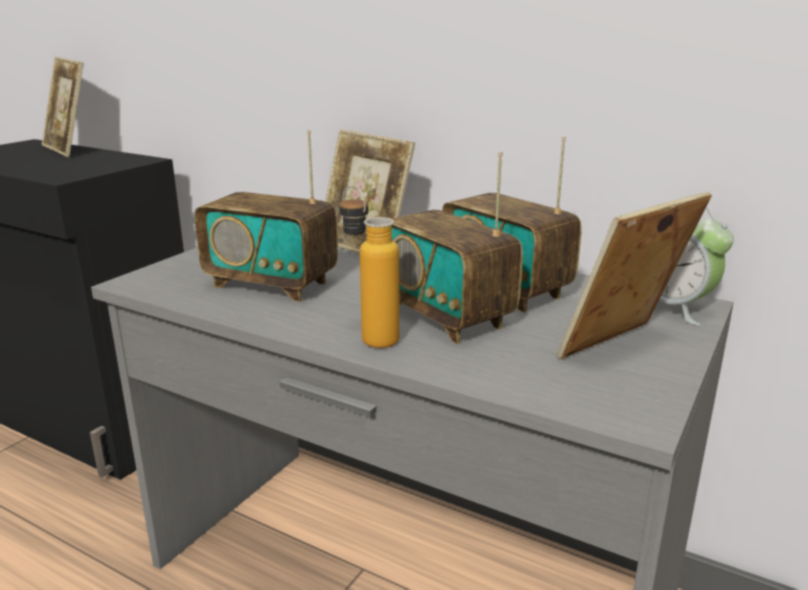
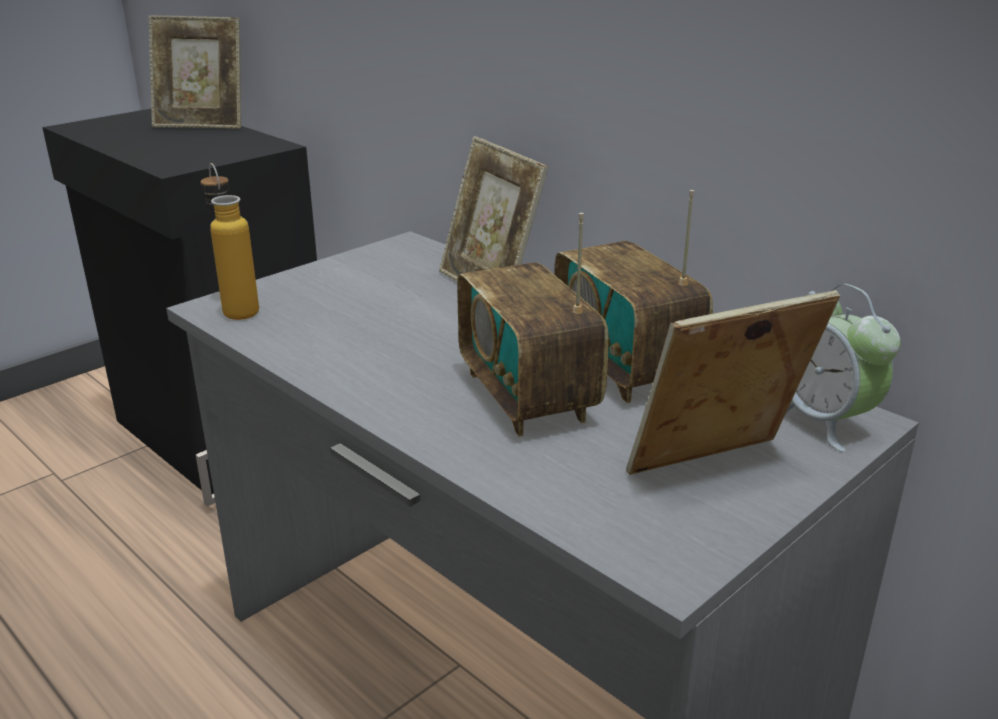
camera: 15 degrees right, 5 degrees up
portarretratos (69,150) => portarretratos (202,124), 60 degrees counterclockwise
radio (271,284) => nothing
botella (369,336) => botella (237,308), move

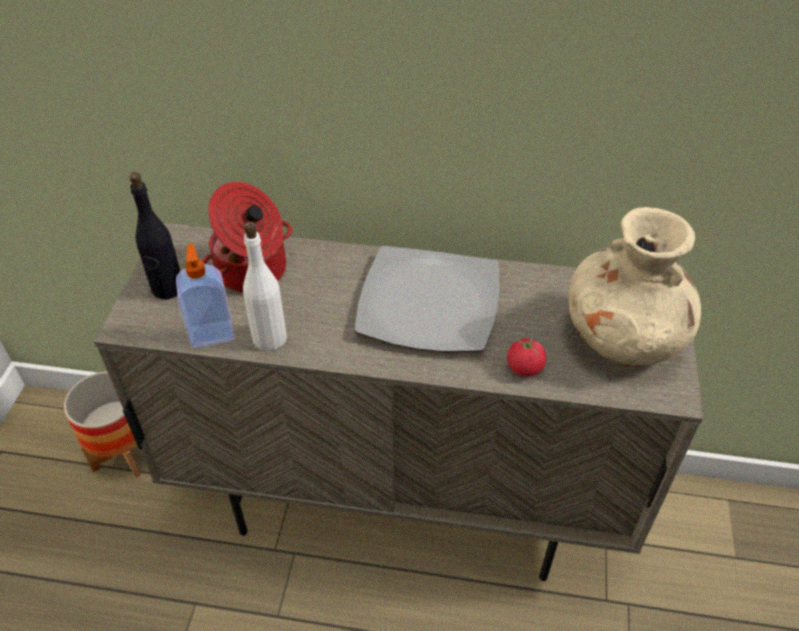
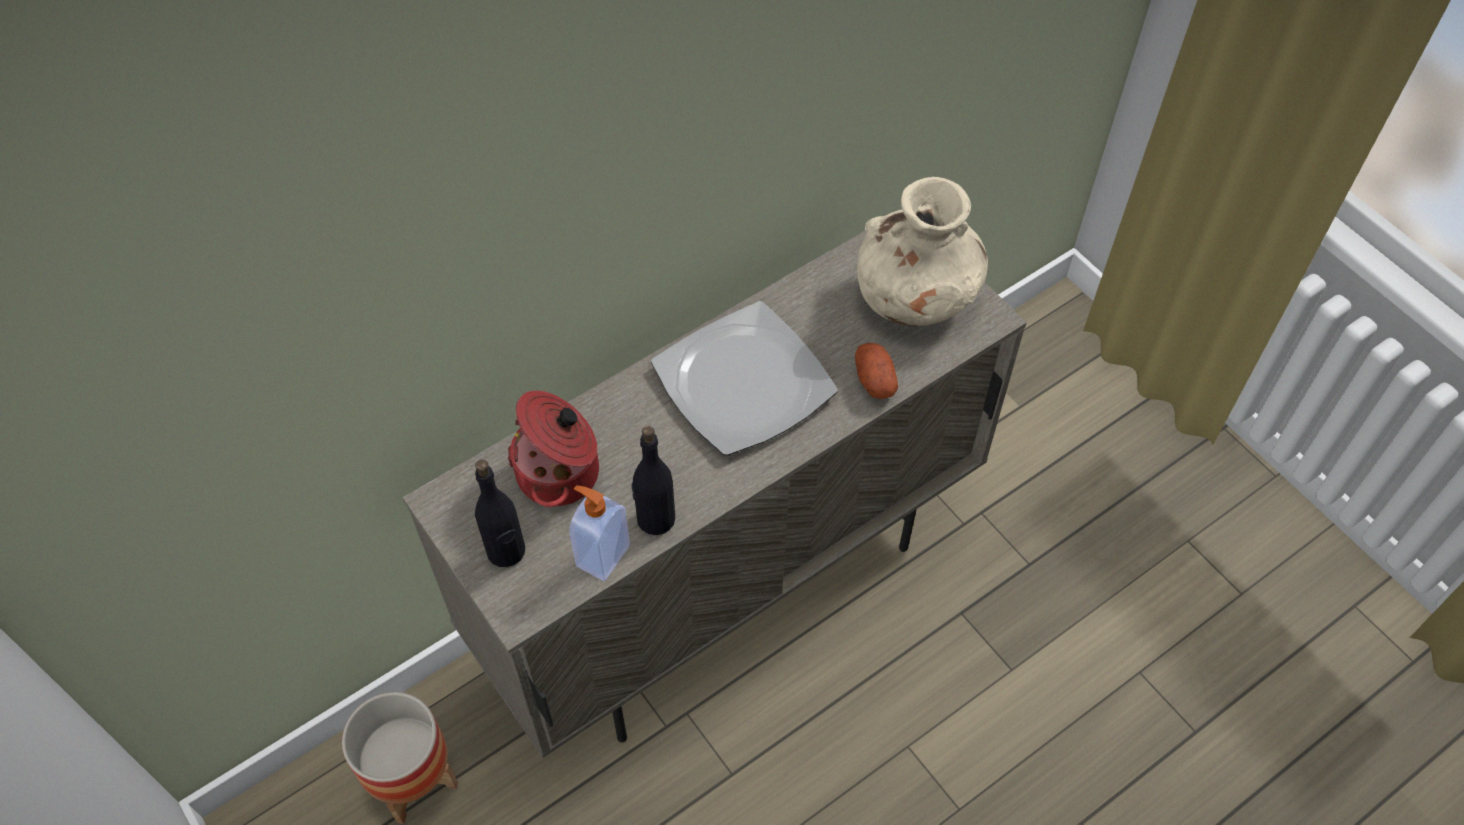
camera: 45 degrees left, 10 degrees up
botella [blanco] (269,338) => botella [negro] (655,519)
tomate (524,367) => patata (874,380)

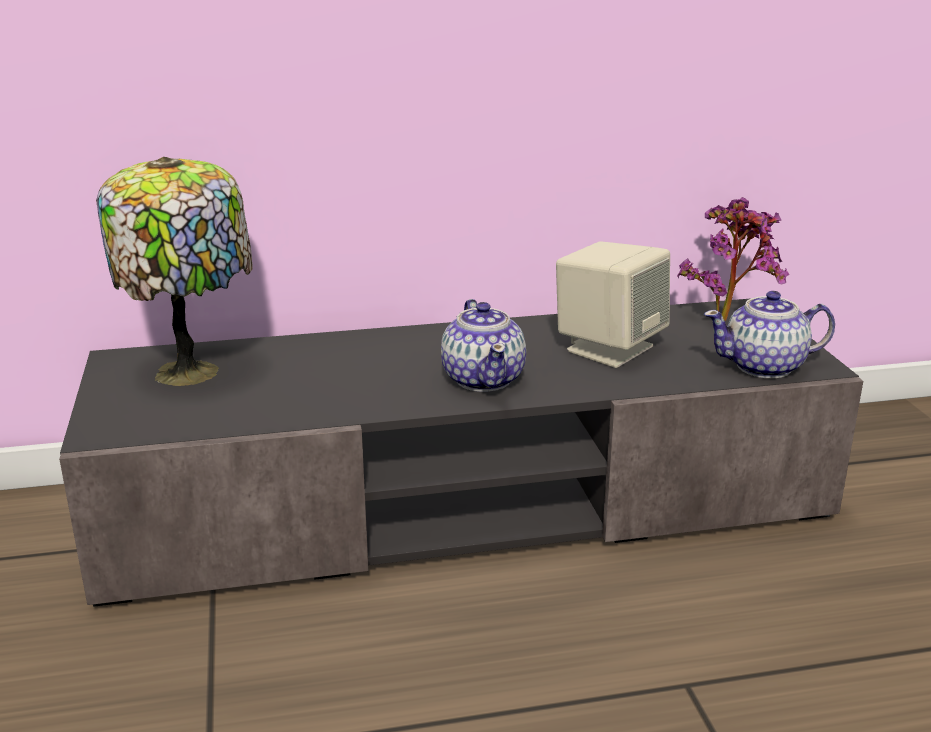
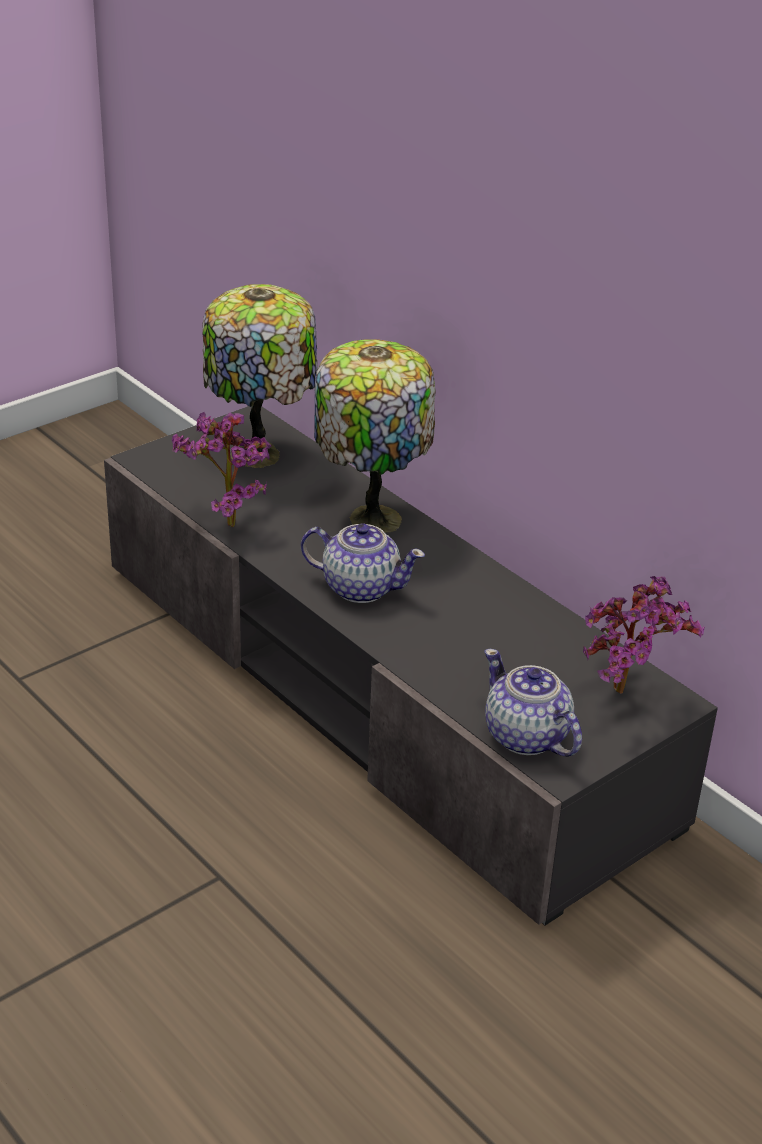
camera: 60 degrees right, 10 degrees up
tetera (484,379) => tetera (360,587), 120 degrees counterclockwise
altavoz [beis] (609,348) => nothing
nothing => planta en maceta (224,521)
nothing => lámpara de mesa (371,517)

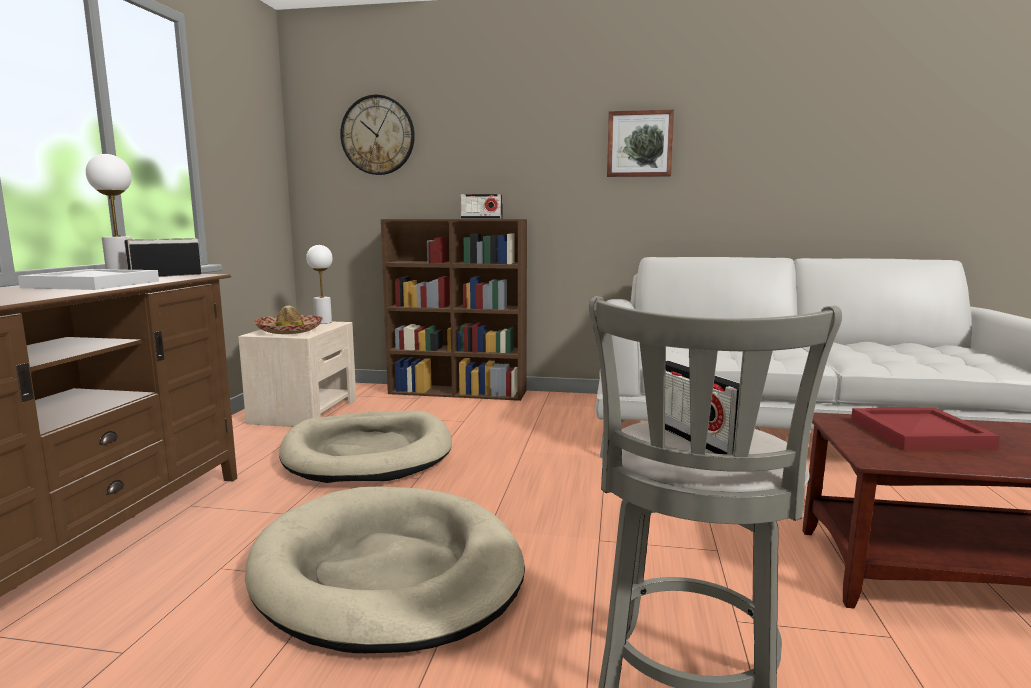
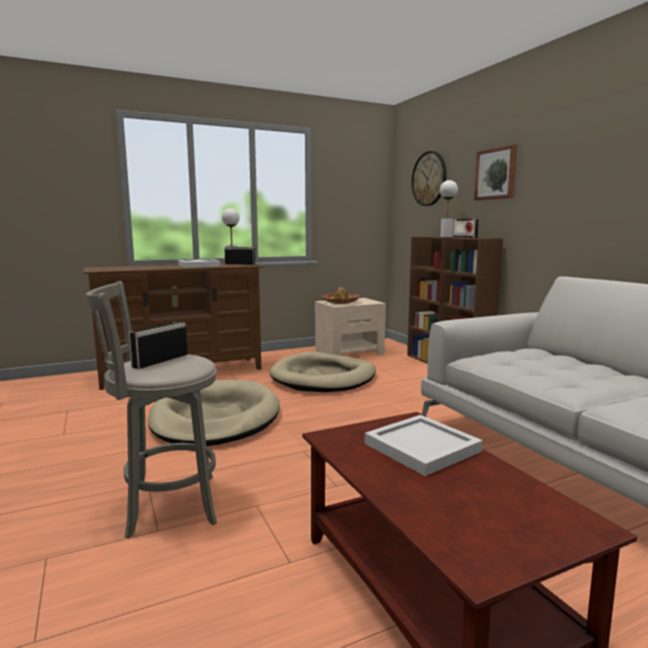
camera: 55 degrees right, 0 degrees up
lámpara de mesa [blanco] (323,322) => lámpara de mesa [blanco] (446,237), move
cuadro (639,144) => cuadro (496,174), move
bandeja [rojo] (919,432) => bandeja [blanco] (424,447)

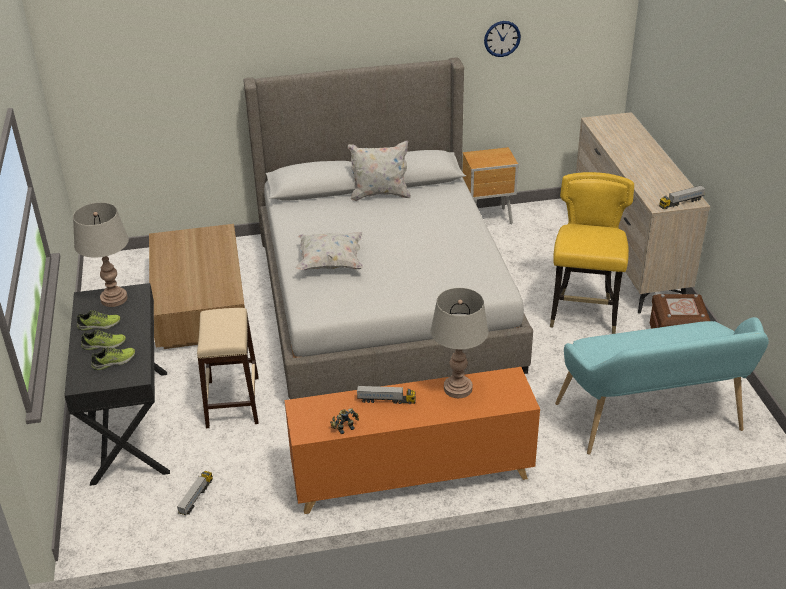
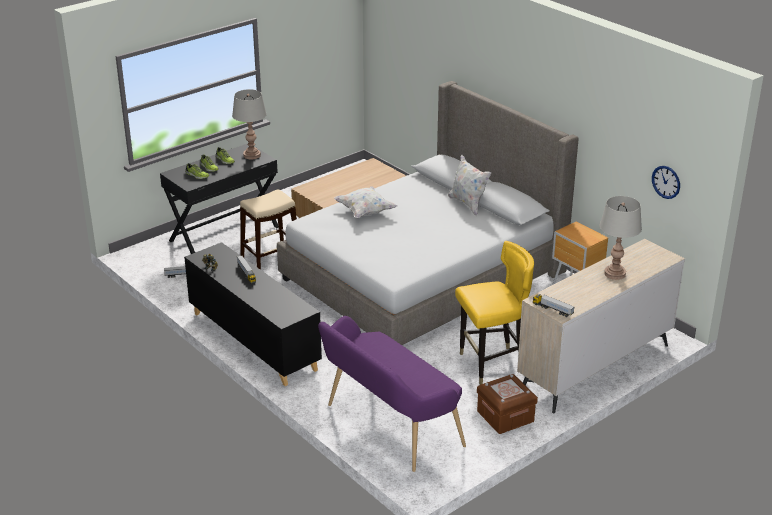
camera: 60 degrees right, 5 degrees down
armario [naranja] (411,476) => armario [negro] (253,341)
lámpara de mesa [gris] (458,388) => lámpara de mesa [gris] (615,274), move
reloj de pared (502,38) => reloj de pared (666,182), move
banco [turquesa] (653,422) => banco [morado] (388,427)

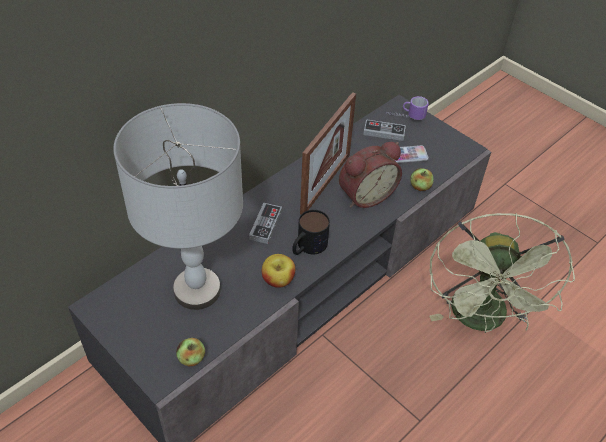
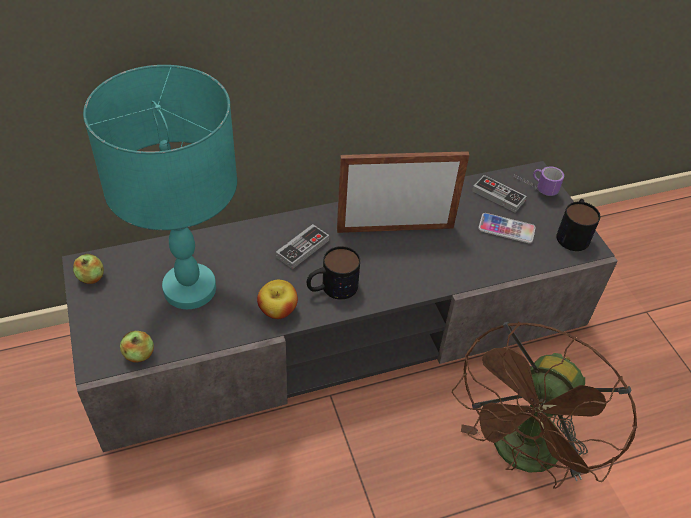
camera: 25 degrees right, 0 degrees up
lámpara de mesa [gris] (198,290) => lámpara de mesa [turquesa] (190,289)
portarretratos (325,183) => portarretratos (395,228), 150 degrees counterclockwise
despertador (365,194) => nothing
manzana (420,187) => manzana (91,277), move
ventilador [verde] (481,320) => ventilador [marrón] (522,456)
nothing => taza grande (573,233)

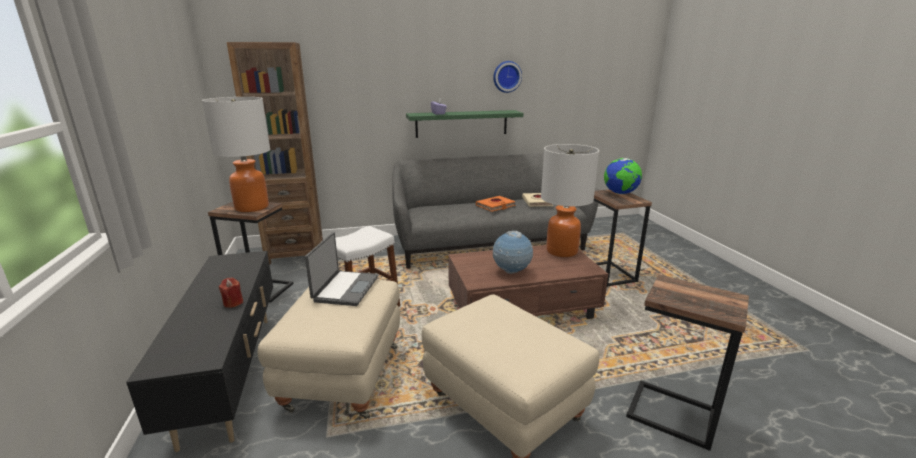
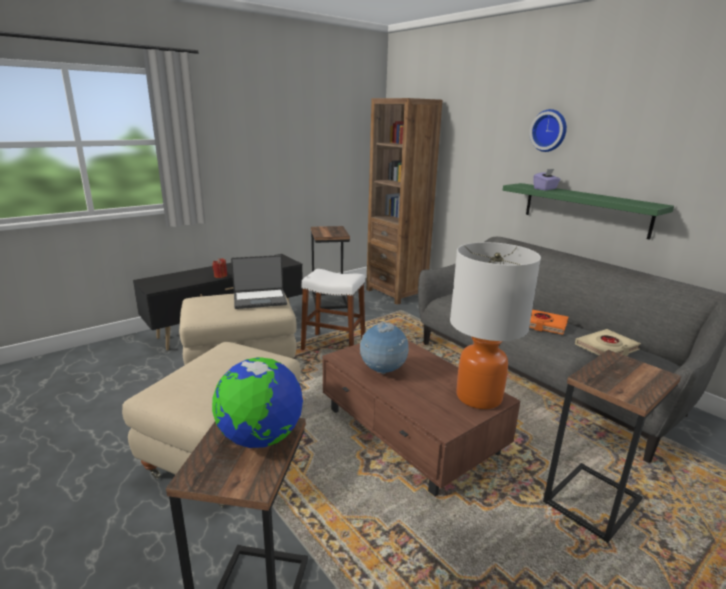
camera: 65 degrees right, 0 degrees up
lámpara de mesa (251,207) => nothing
reloj de pared (506,76) => reloj de pared (549,130), move
globo terráqueo (620,193) => globo terráqueo (260,438), move

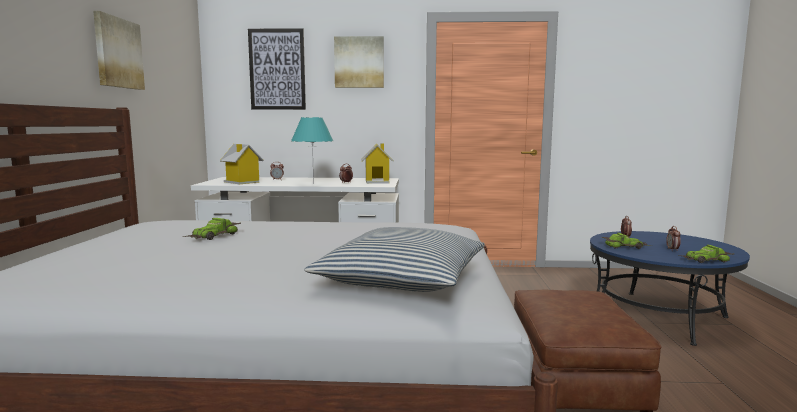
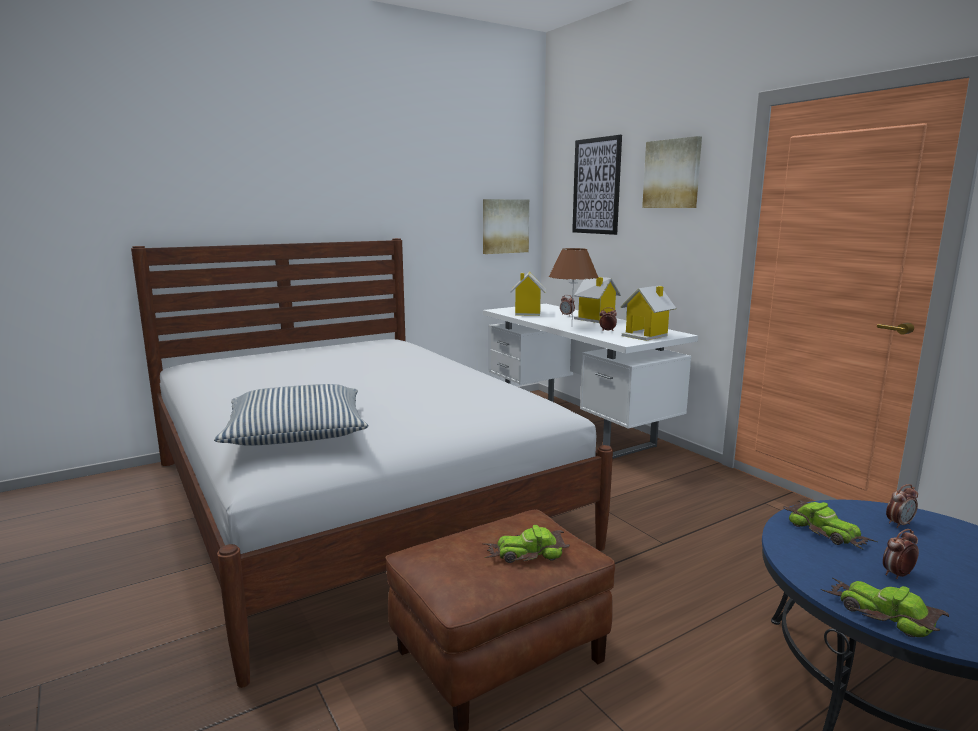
camera: 55 degrees right, 5 degrees up
cuadro (118,53) => cuadro (505,226), move
coche de juguete (214,236) => coche de juguete (526,553), move
lámpara de mesa [turquesa] (313,184) => lámpara de mesa [marrón] (571,326)
nothing => casita (595,319)

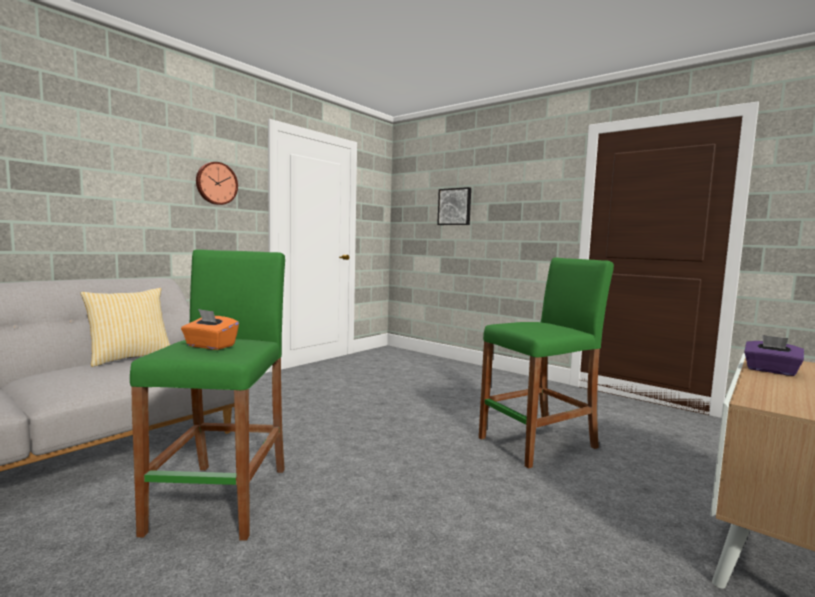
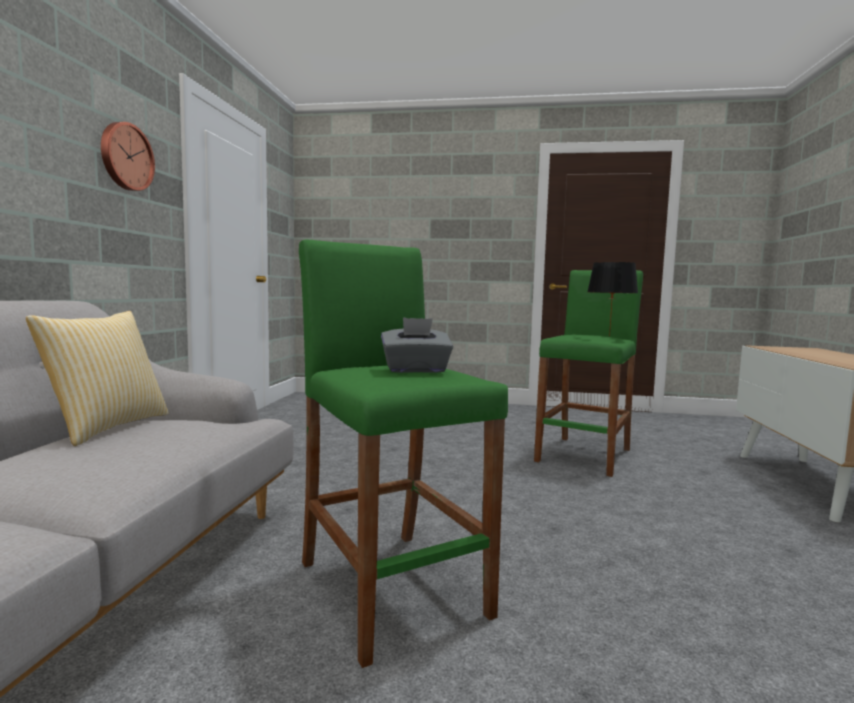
camera: 30 degrees left, 0 degrees up
caja de pañuelos [naranja] (210,346) => caja de pañuelos [gris] (416,370)
cuadro (455,207) => nothing
caja de pañuelos [morado] (771,371) => nothing
nothing => lámpara de mesa [negro] (609,336)

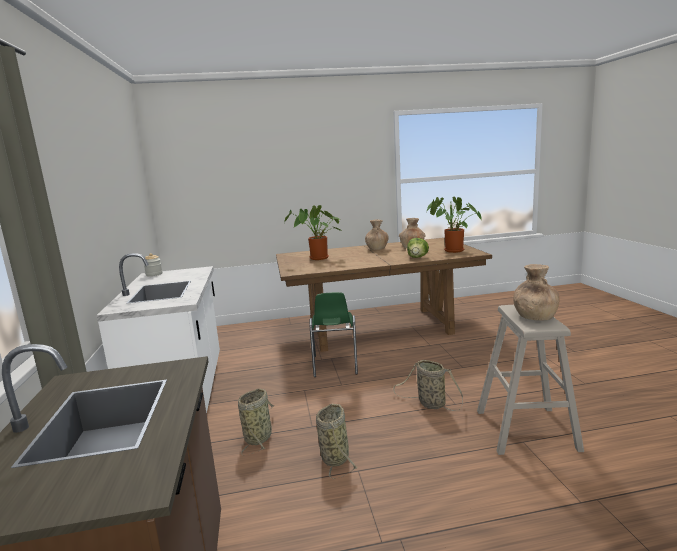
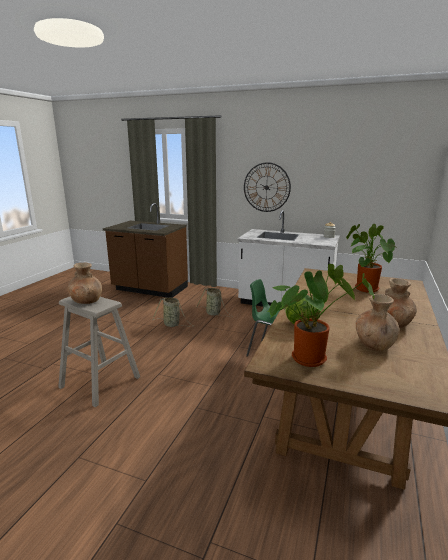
camera: 120 degrees right, 5 degrees up
cesta (429,403) => nothing
nothing => reloj de pared (266,187)

